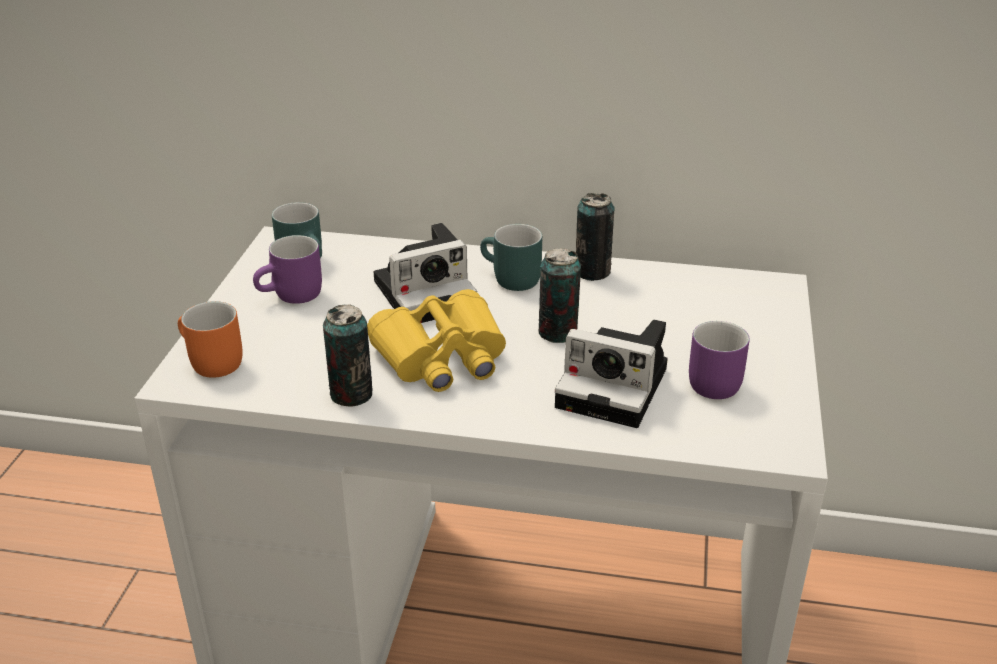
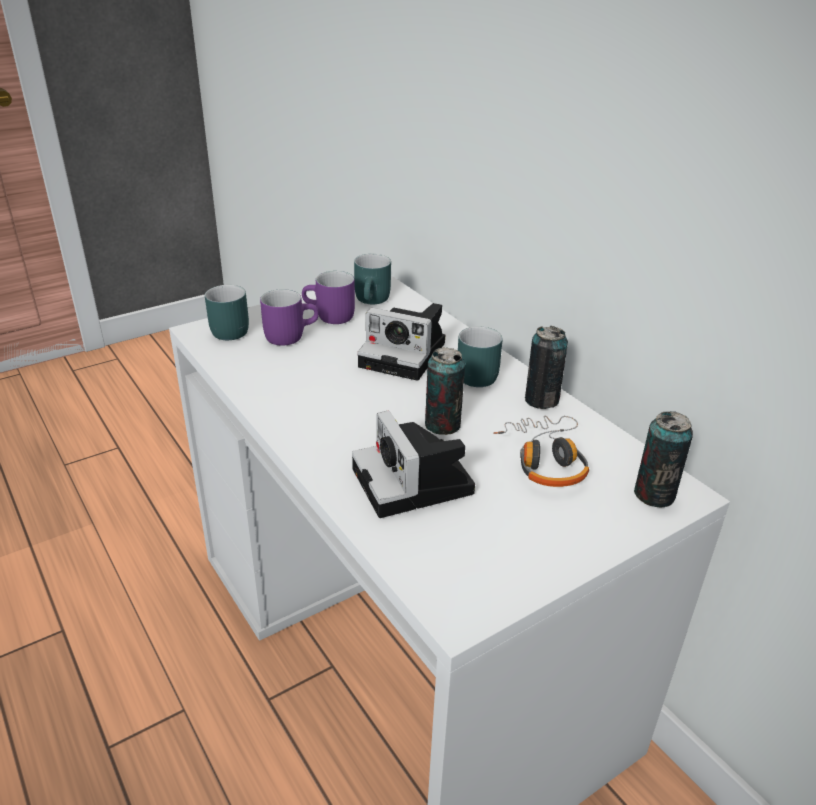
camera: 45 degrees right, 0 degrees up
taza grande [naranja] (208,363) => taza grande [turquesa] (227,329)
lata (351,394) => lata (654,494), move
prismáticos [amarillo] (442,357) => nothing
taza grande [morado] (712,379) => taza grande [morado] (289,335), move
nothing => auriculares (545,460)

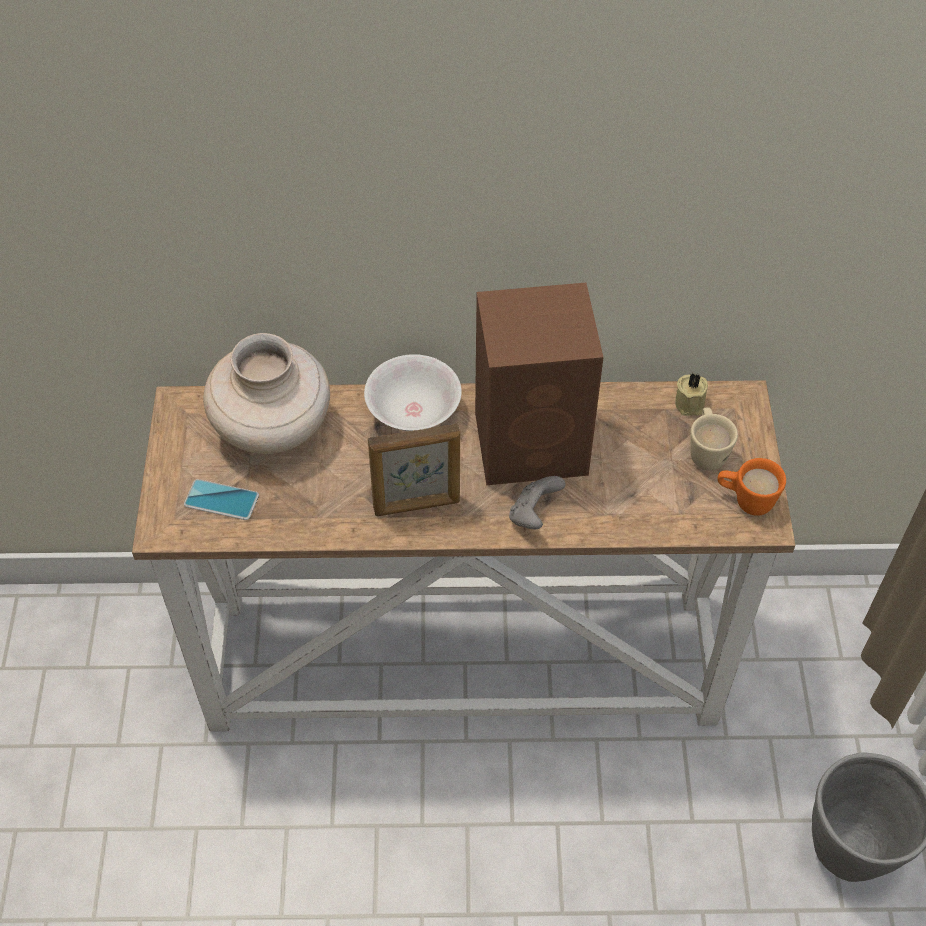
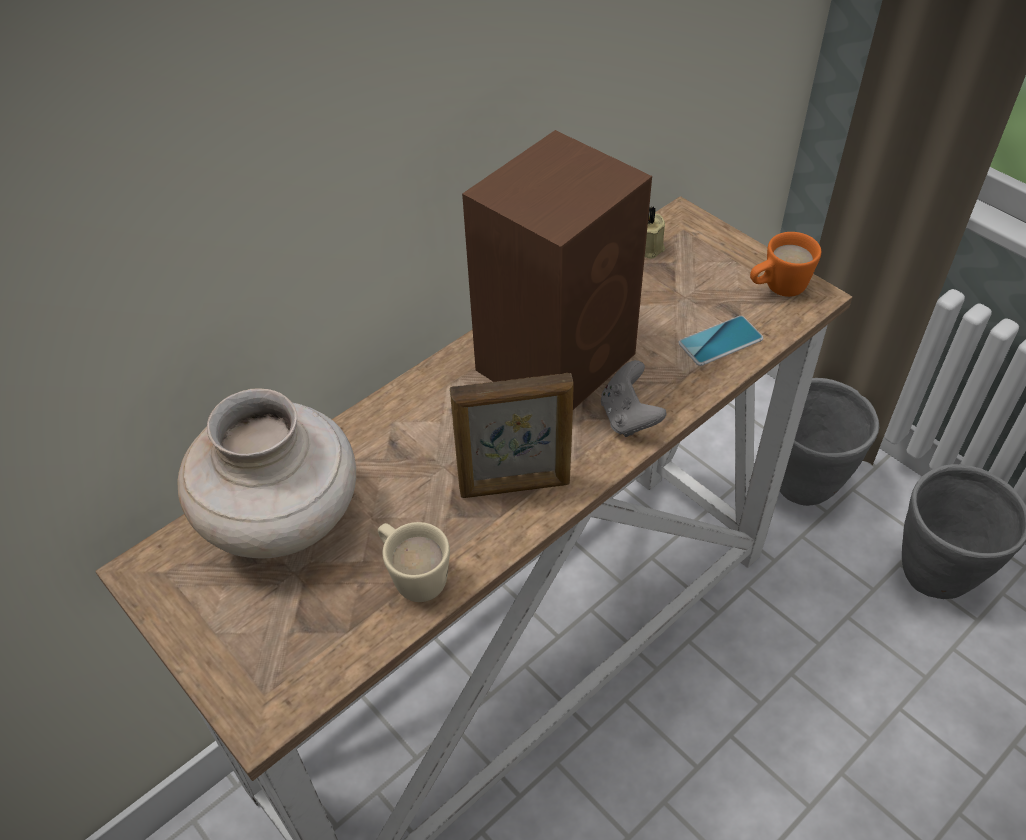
camera: 40 degrees left, 5 degrees down
móvil (221,500) => móvil (720,341), move
cuenco [blanco] (413,413) => nothing
portarretratos (417,505) => portarretratos (515,486), 45 degrees clockwise
taza grande [beis] (706,451) => taza grande [beis] (413,576), move
nothing => maceta [gris] (804,483)

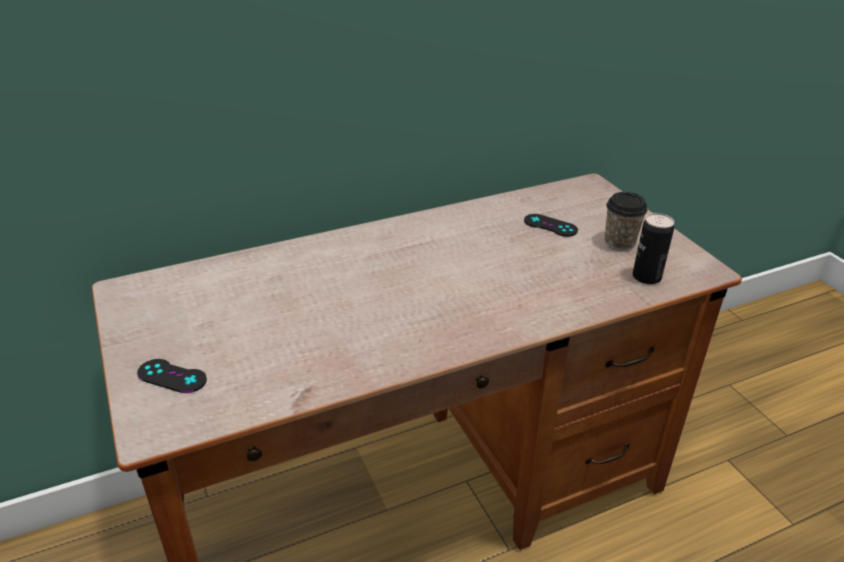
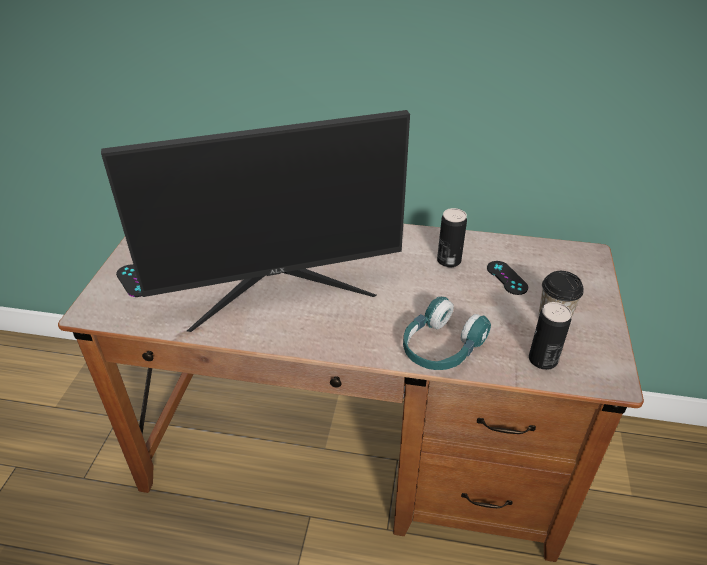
camera: 35 degrees right, 5 degrees up
nothing => monitor (277,287)
nothing => auriculares [turquesa] (441,348)
nothing => lata (449,261)

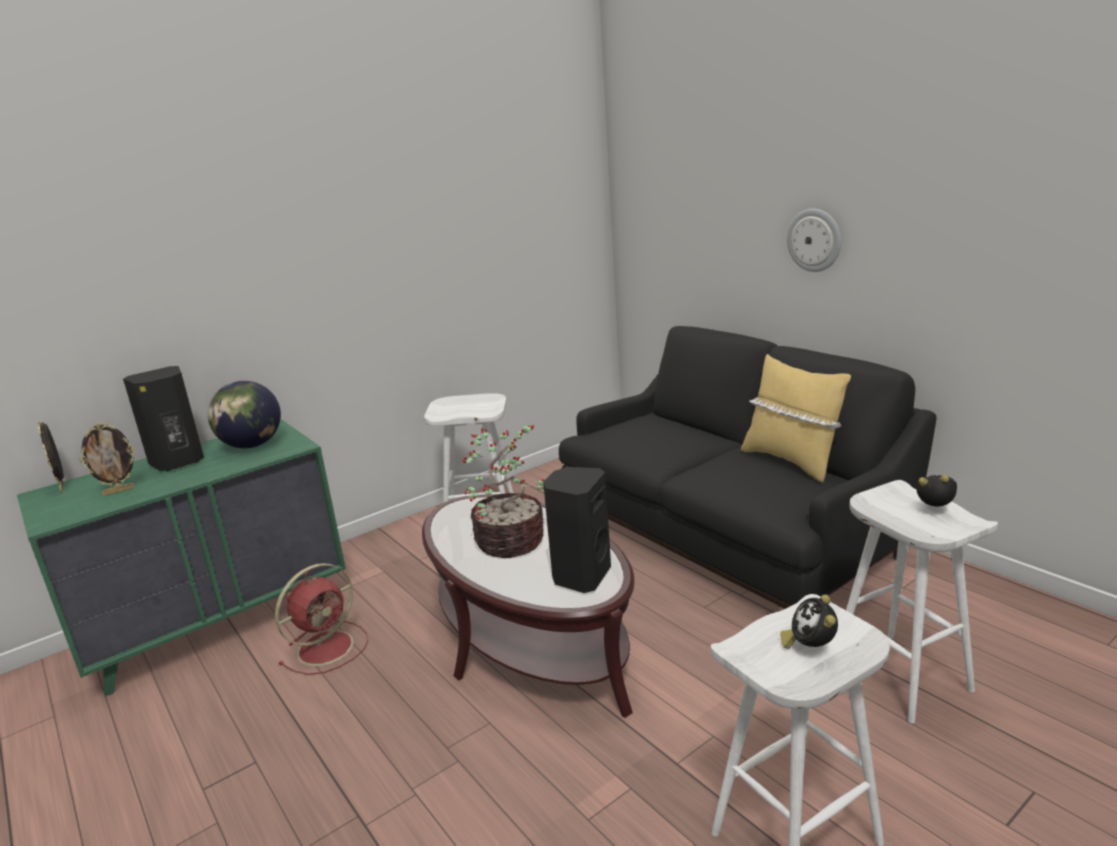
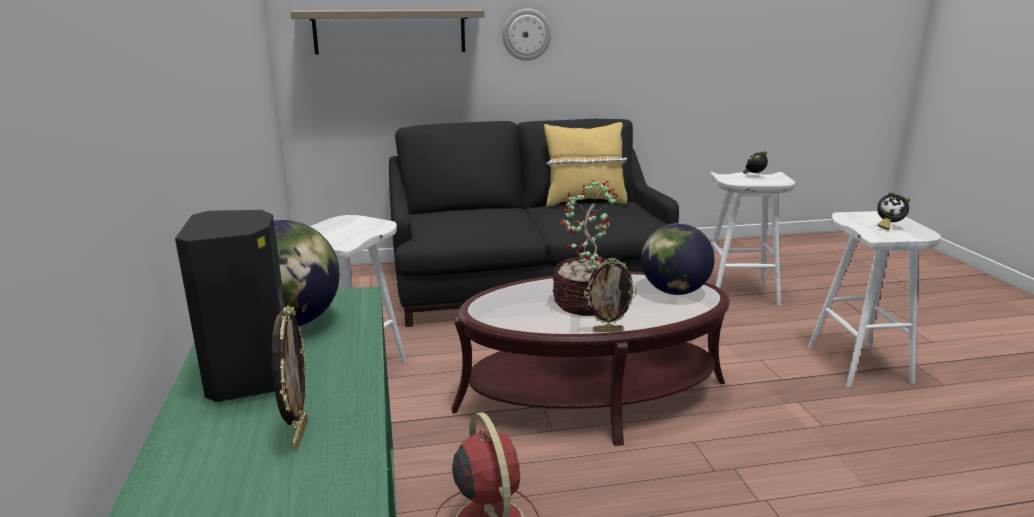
camera: 65 degrees left, 0 degrees up
portarretratos (63,487) => portarretratos (608,330), move
altavoz [negro] (580,576) => globo terráqueo (673,291)
nothing => estante (390,31)

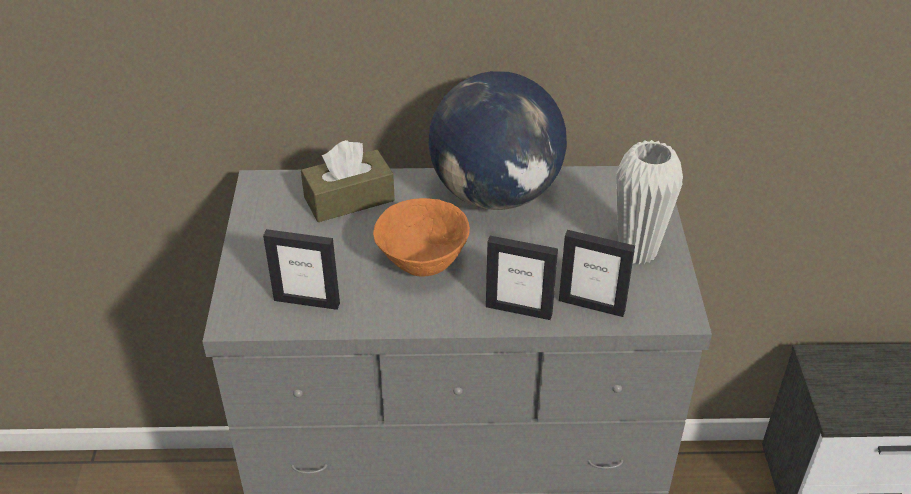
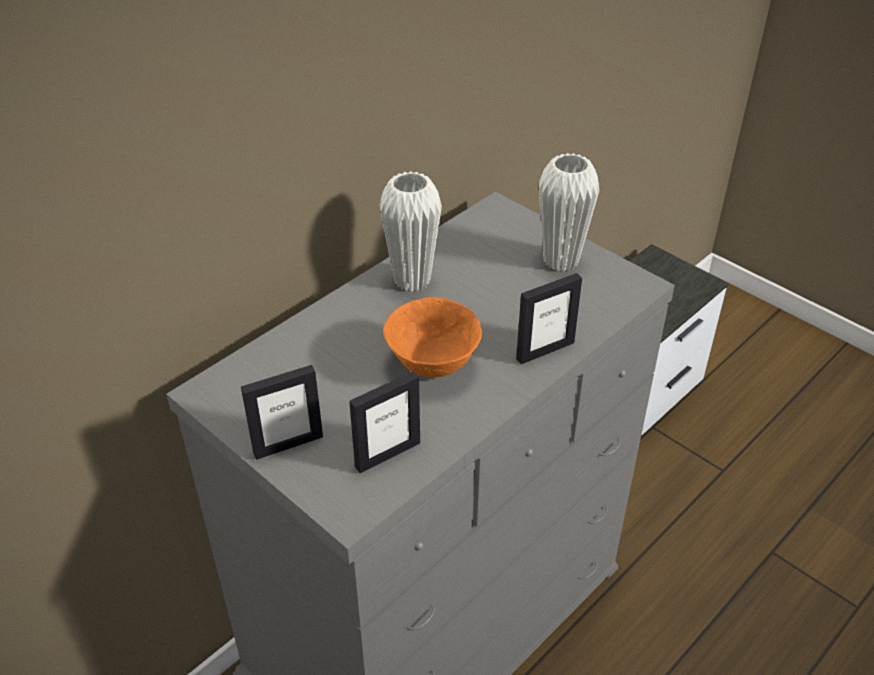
camera: 45 degrees left, 0 degrees up
caja de pañuelos [marrón] (349,199) => nothing
globo terráqueo (496,194) => florero [blanco] (412,280)
portarretratos (591,305) => portarretratos (288,444), move

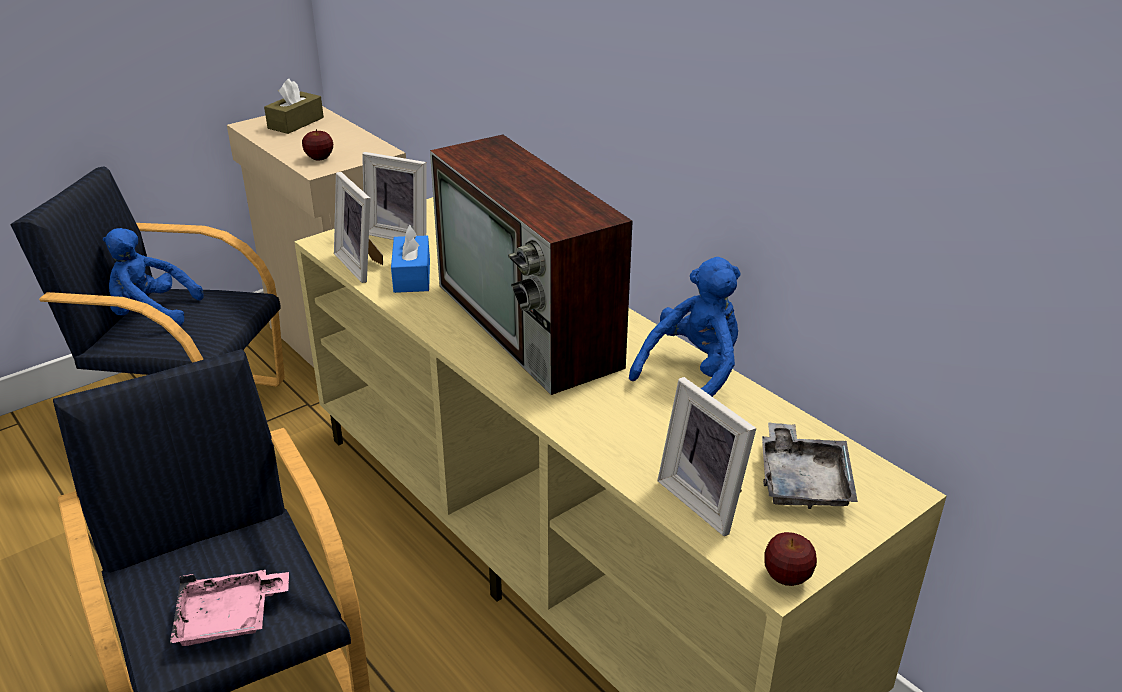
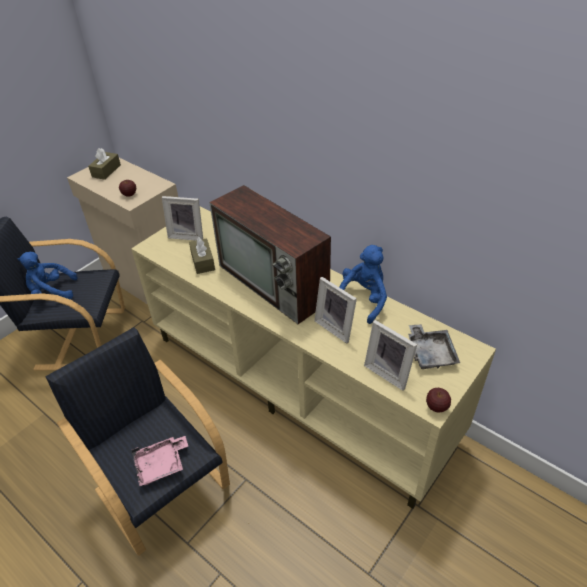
camera: 10 degrees left, 10 degrees up
portarretratos (362,264) => portarretratos (336,327), move
caja de pañuelos [azul] (412,276) => caja de pañuelos [marrón] (203,261)

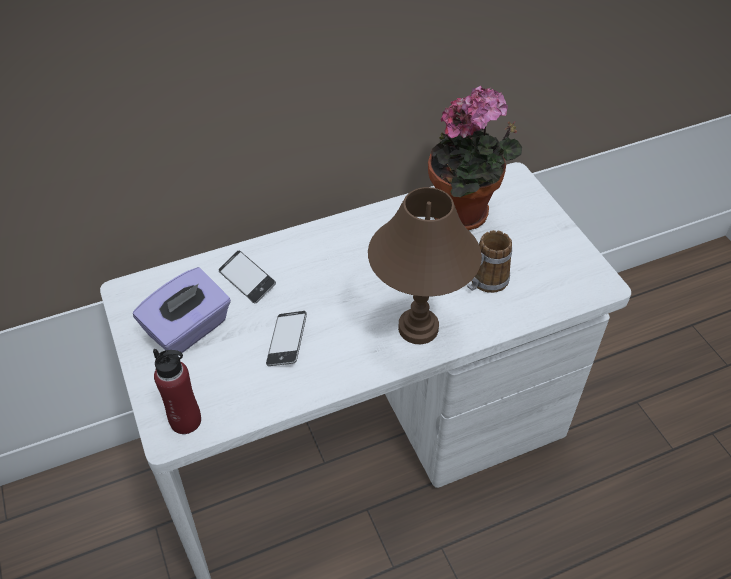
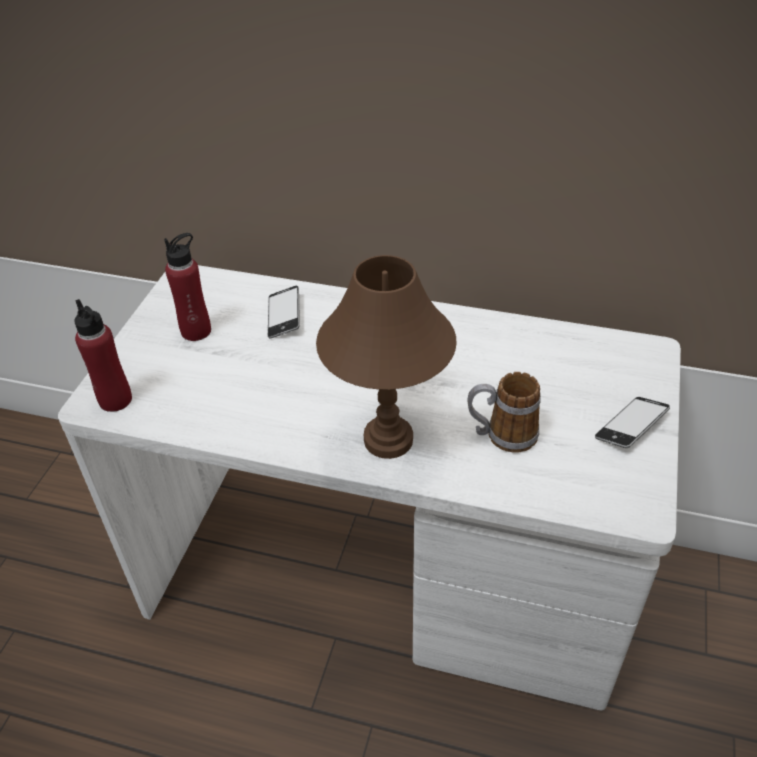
camera: 40 degrees right, 5 degrees down
caja de pañuelos [morado] (189,329) => botella [rojo] (196,331)
móvil (287,342) => móvil (631,427), move
planta en maceta (465,215) => nothing

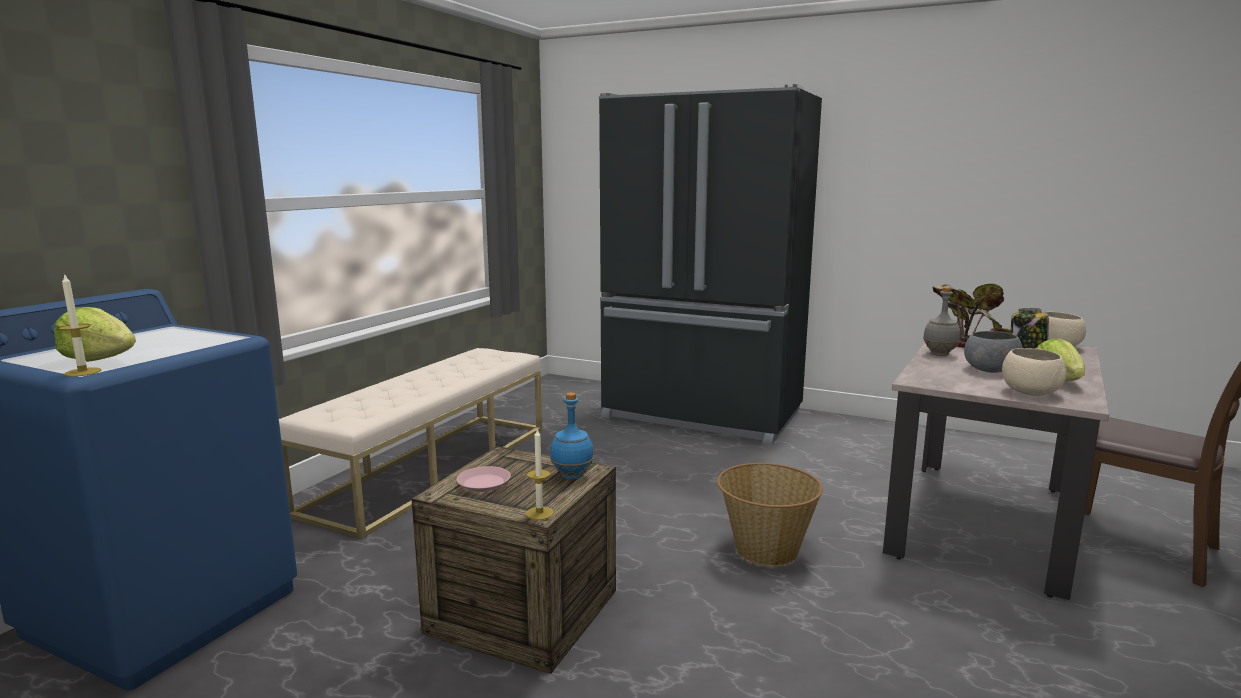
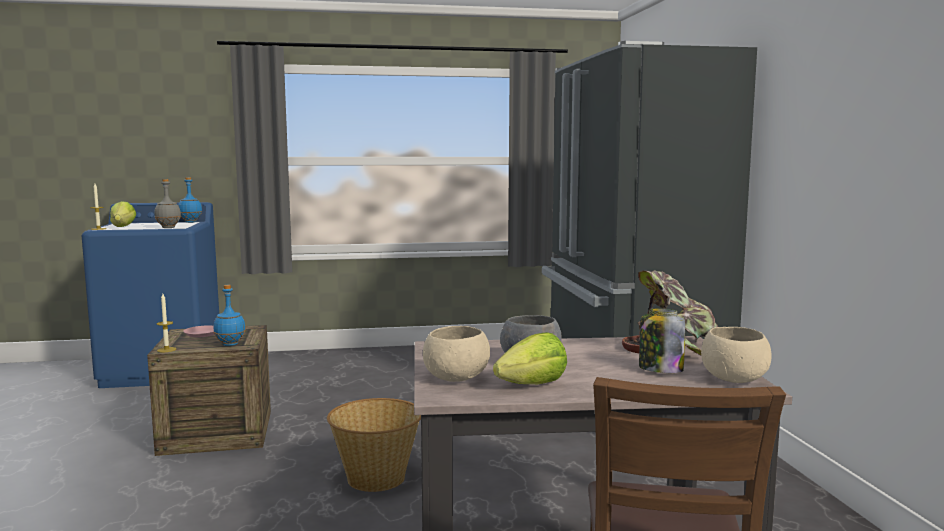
camera: 55 degrees right, 5 degrees down
banco [beis] (432,467) => nothing
botella [gris] (939,354) => botella [gris] (168,227), move
nothing => botella [azul] (191,222)

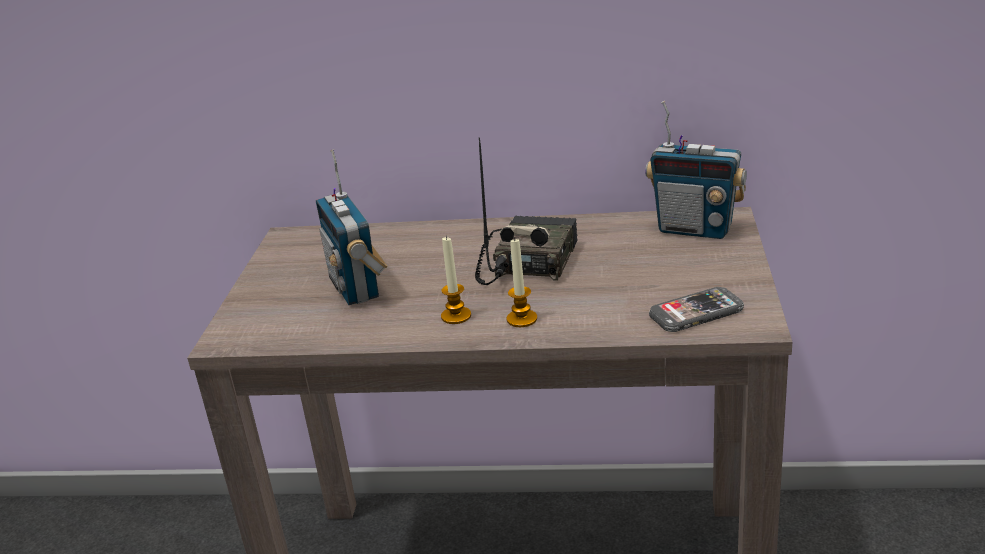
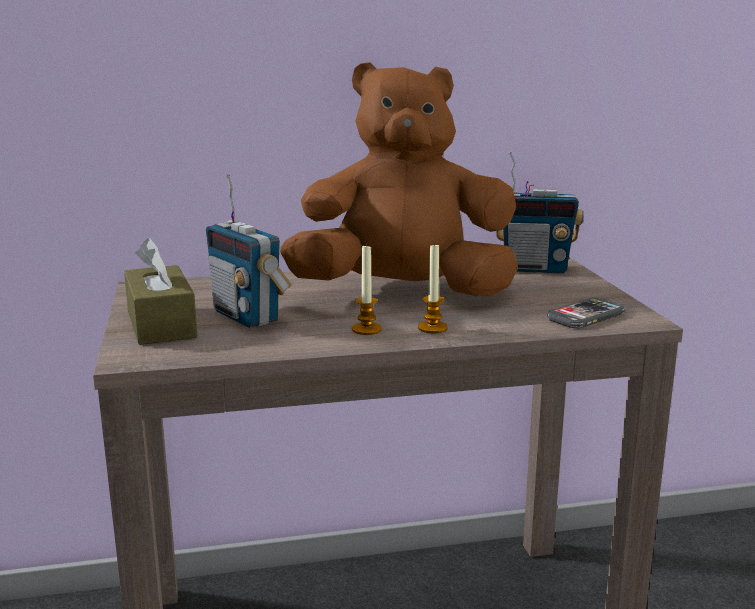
camera: 20 degrees left, 10 degrees down
radio (527,262) => peluche [marrón] (404,293)
nothing => caja de pañuelos [marrón] (161,324)

